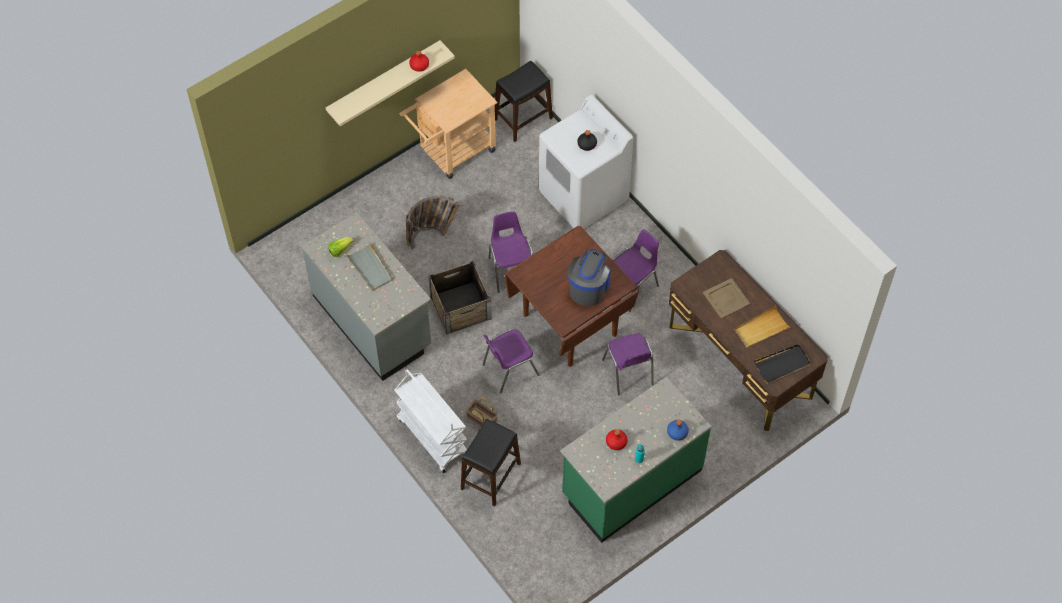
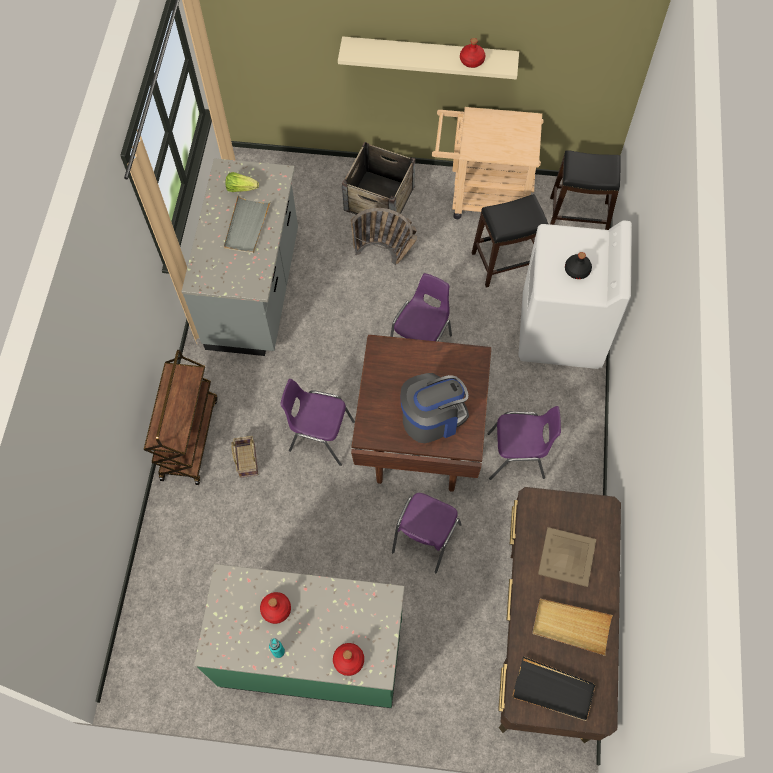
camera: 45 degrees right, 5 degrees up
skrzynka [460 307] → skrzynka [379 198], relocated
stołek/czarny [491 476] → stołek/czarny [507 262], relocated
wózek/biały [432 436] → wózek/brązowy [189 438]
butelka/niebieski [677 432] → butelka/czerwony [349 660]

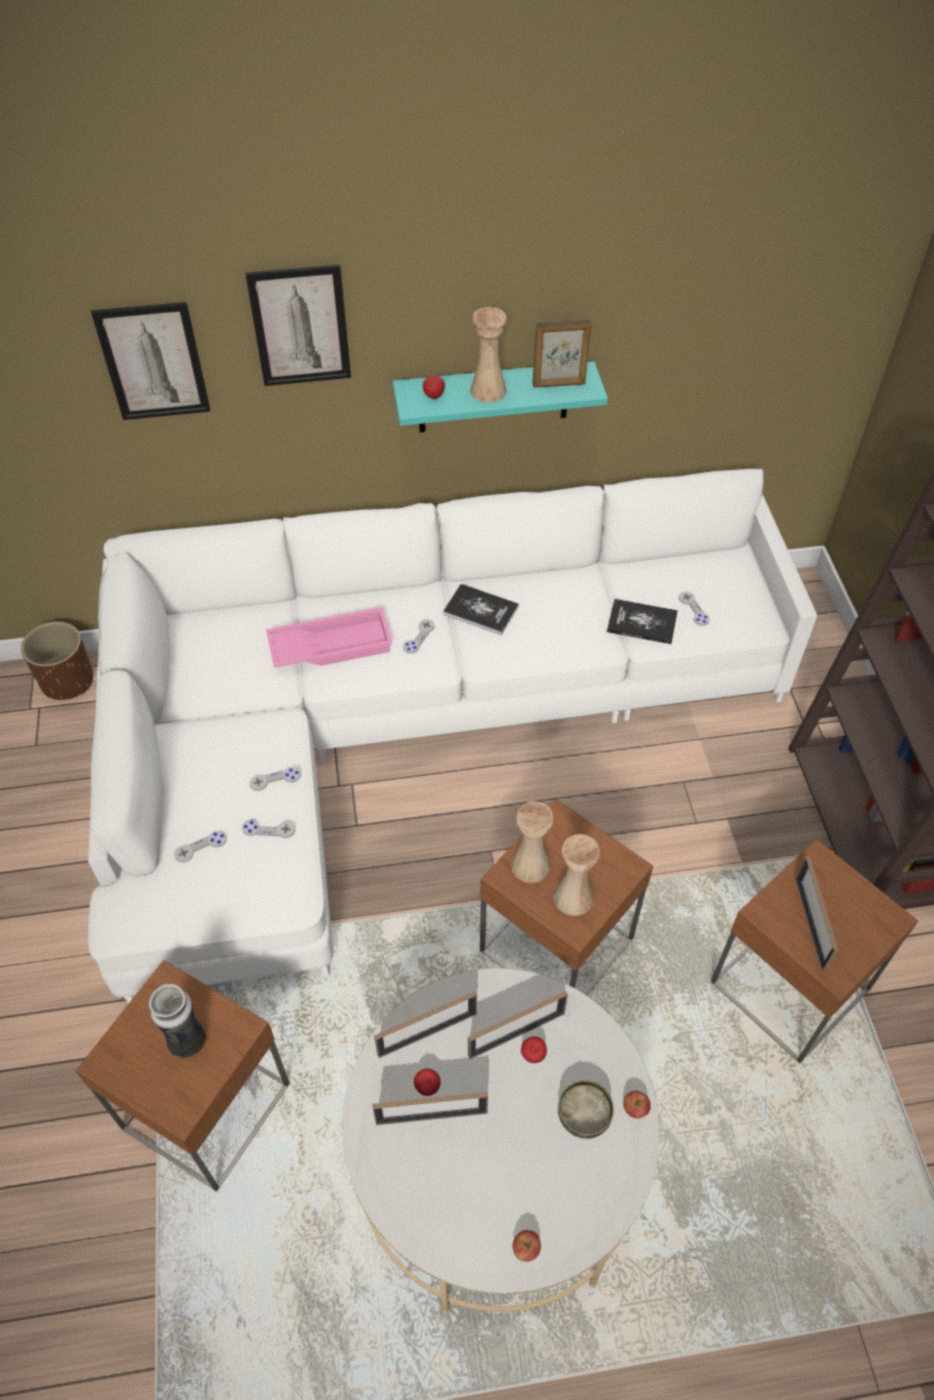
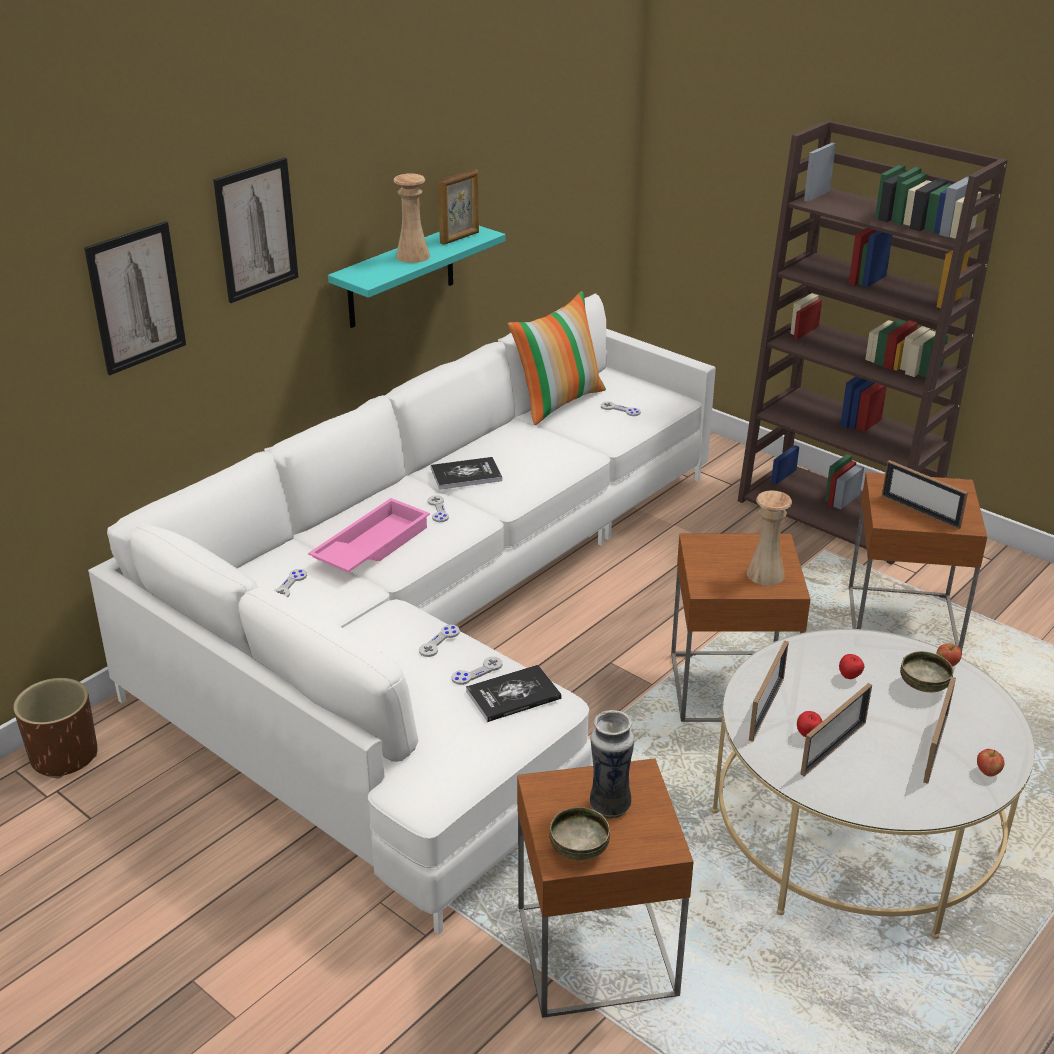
camera: 40 degrees left, 20 degrees down
jabłko [433 396] → -
wazon/beżowy [530 865] → -
- → poduszka [558 401]
- → miska [578 849]
pad do gier/szary [201 847] → pad do gier/szary [289 585], relocated
ramka na zdjęcie [516 1034] → ramka na zdjęcie [935 748], relocated
książka [642 623] → książka [513 695], relocated

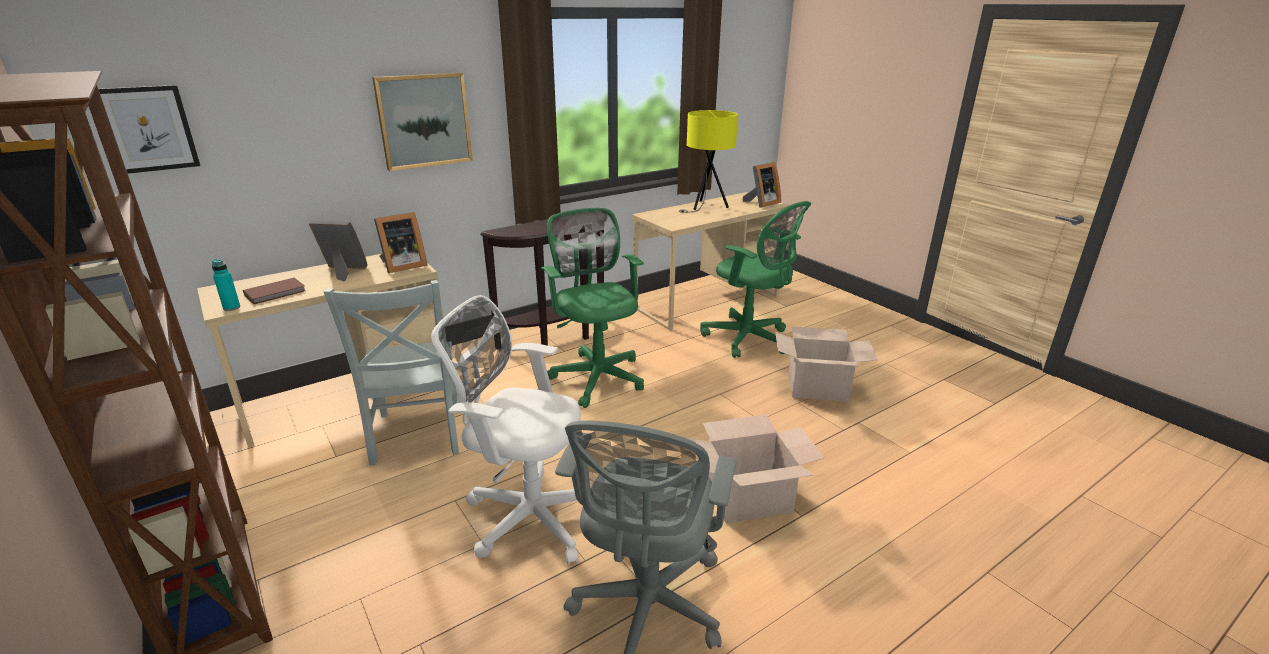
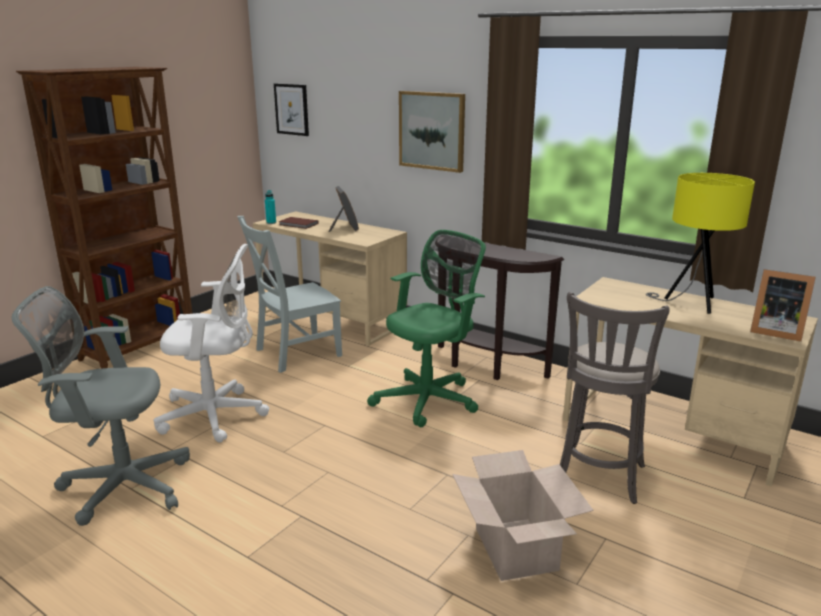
camera: 70 degrees right, 5 degrees down
ramka na zdjęcie [402 266] → -
karton [749 499] → -
krzesło biurowe/zielony [749 339] → stołek/szary [599 478]
krzesło biurowe/biały [527 515] → krzesło biurowe/biały [217 415], 90 degrees clockwise

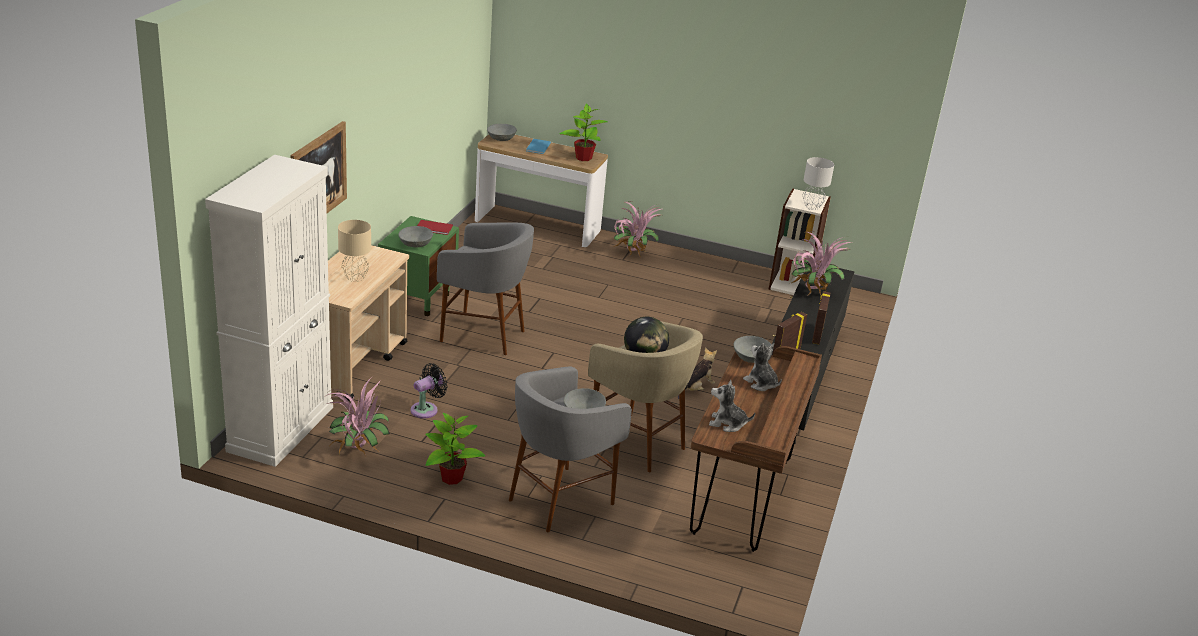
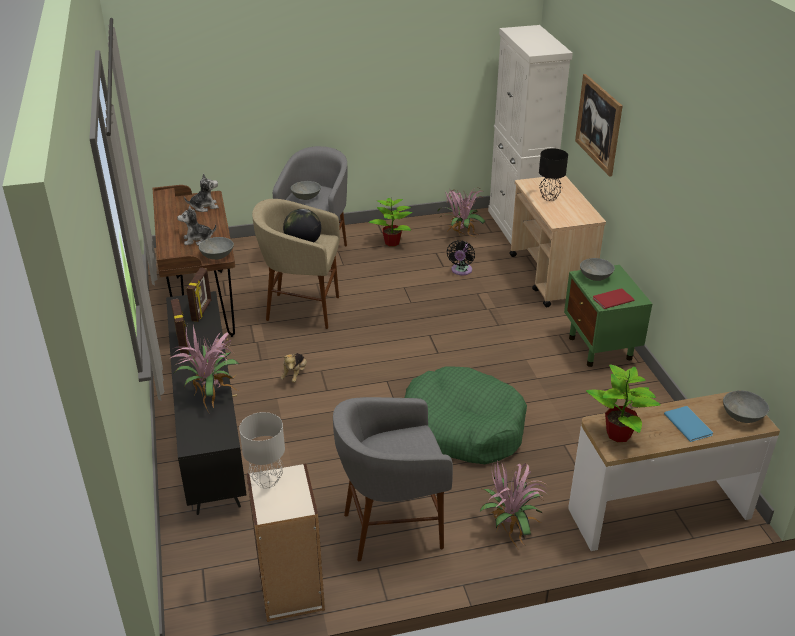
camera: 150 degrees right, 5 degrees up
- → legowisko/zielony [463 427]
stołek/szary [483 335] → stołek/szary [391 529], relocated
lampa stołowa/beżowy [355 277] → lampa stołowa/czarny [549 198]
pluszak [761 383] → pluszak [197 240], 150 degrees clockwise

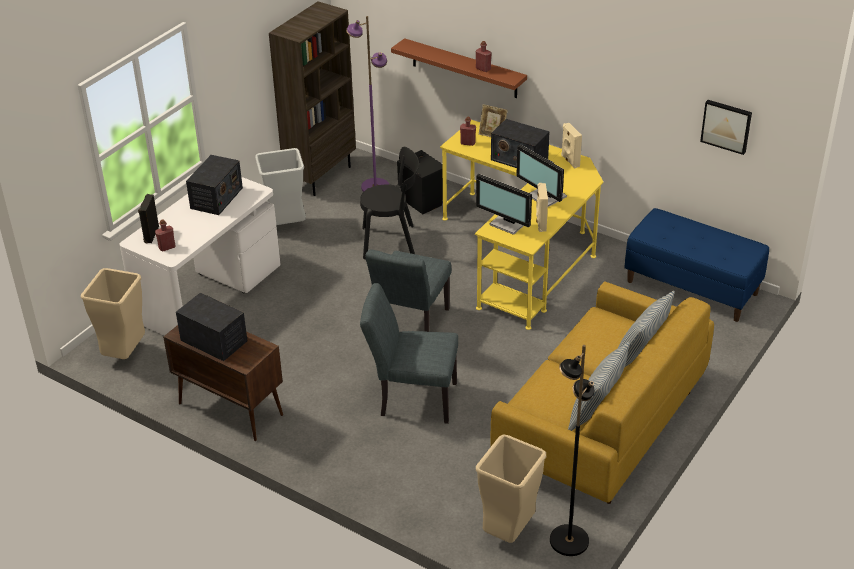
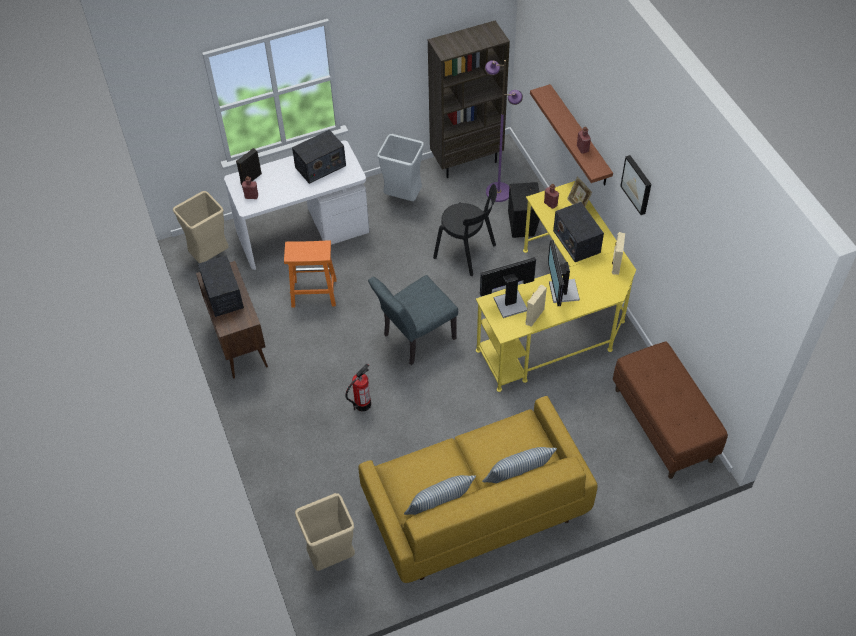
camera: 35 degrees right, 15 degrees up
lampa stojąca/czarny [568 540] → -
- → stołek/pomarańczowy [313 293]
obraz [726 126] → obraz [637 184], relocated
krzesło/szary [411 398] → gaśnica [362 404]
ławka/niebieski [692 287] → ławka/brązowy [663 425]
monitor [509 223] → monitor [509 303], 90 degrees clockwise

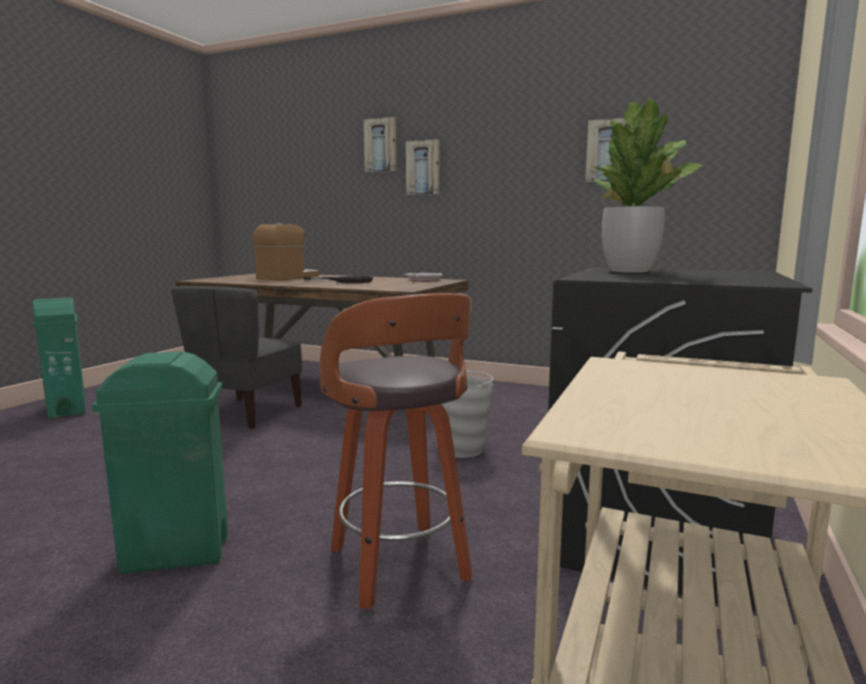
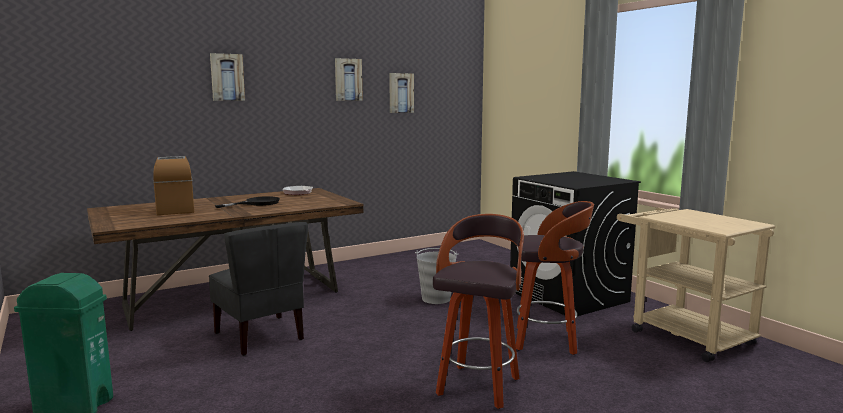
camera: 55 degrees left, 0 degrees up
roślina doniczkowa [630 271] → -
obraz [423 168] → obraz [348 79], relocated
kosz na śmieci/zielony [177 554] → stołek [479 385]

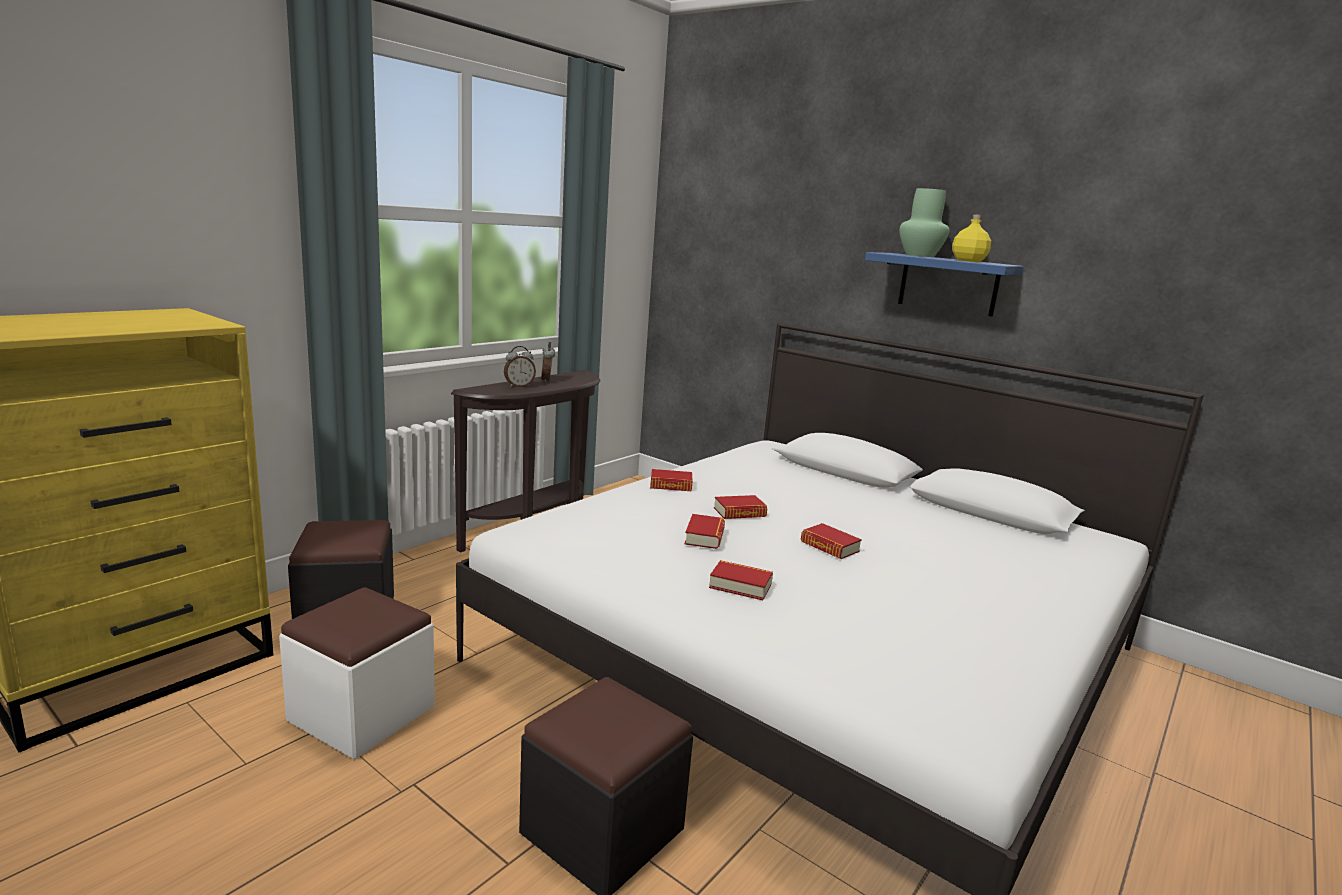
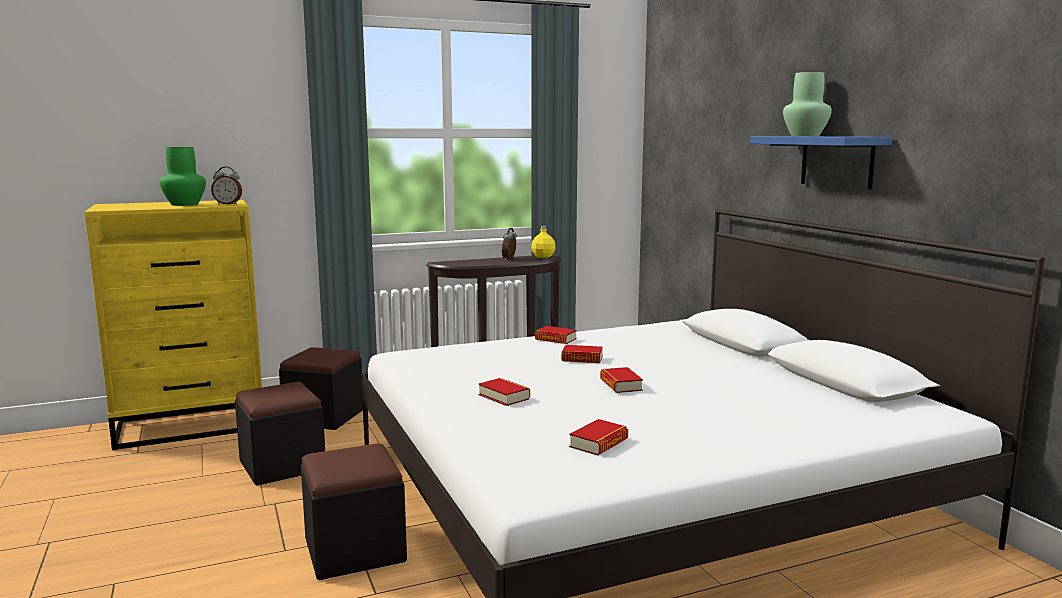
camera: 30 degrees right, 5 degrees down
- → wazon/zielony [185 204]
budzik [519 386] → budzik [228 204], relocated
książka [704 537] → książka [599 443], relocated
butelka/żółty [968 261] → butelka/żółty [543 256], relocated
pufa/biały [362 713] → pufa/czarny [282 465]

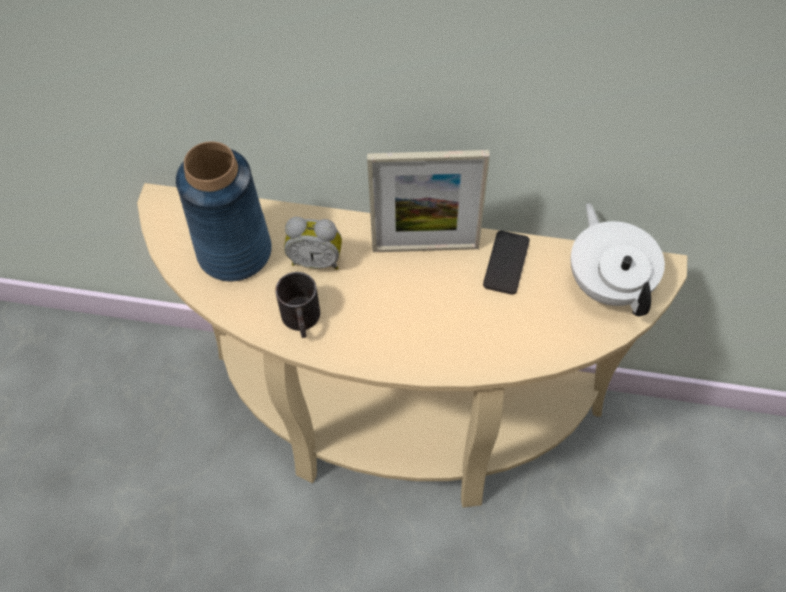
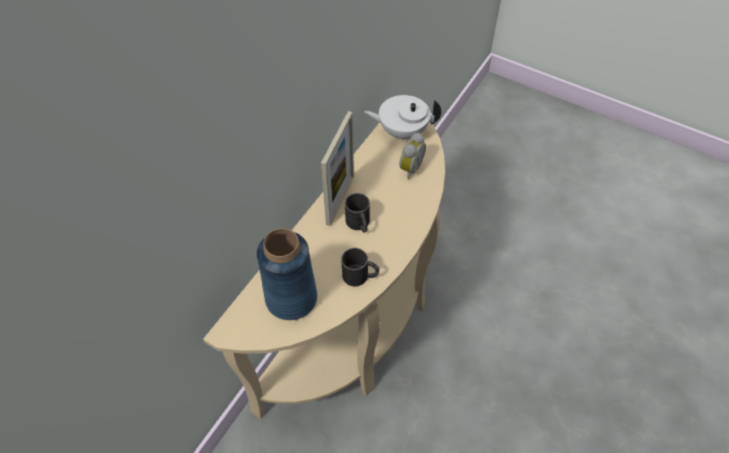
camera: 70 degrees left, 5 degrees down
telefon [506 263] → -
- → kubek/czarny [359 224]
budzik [316 259] → budzik [409 168], relocated

